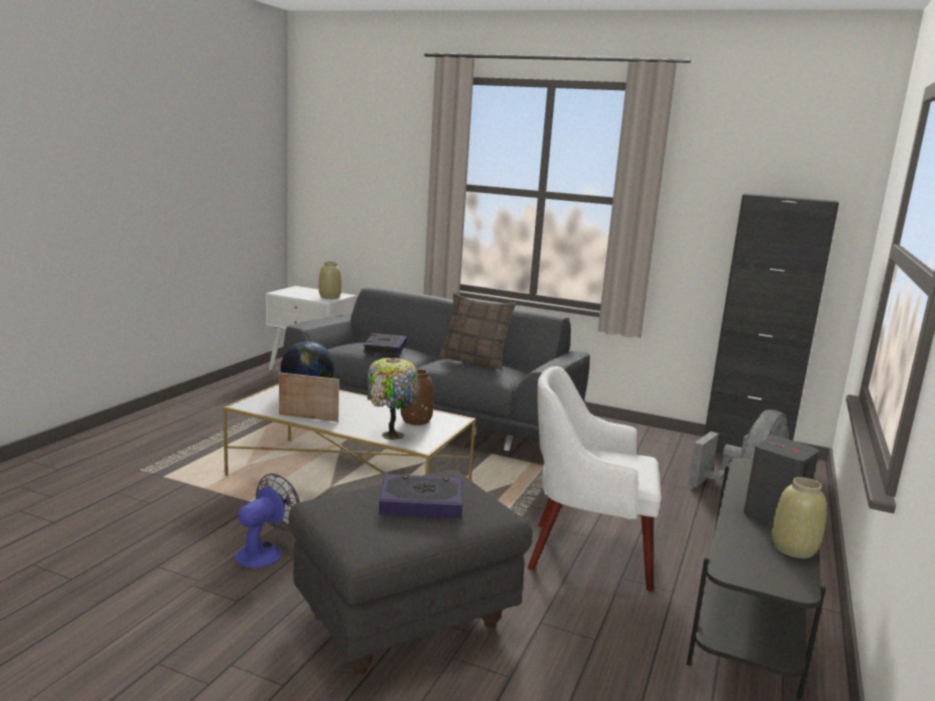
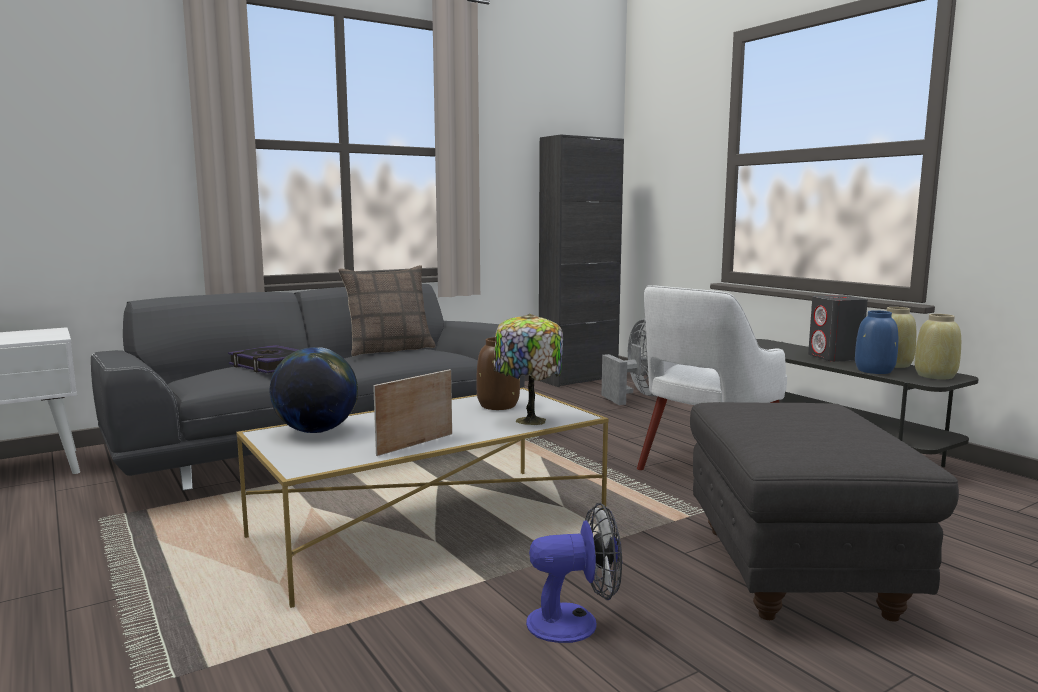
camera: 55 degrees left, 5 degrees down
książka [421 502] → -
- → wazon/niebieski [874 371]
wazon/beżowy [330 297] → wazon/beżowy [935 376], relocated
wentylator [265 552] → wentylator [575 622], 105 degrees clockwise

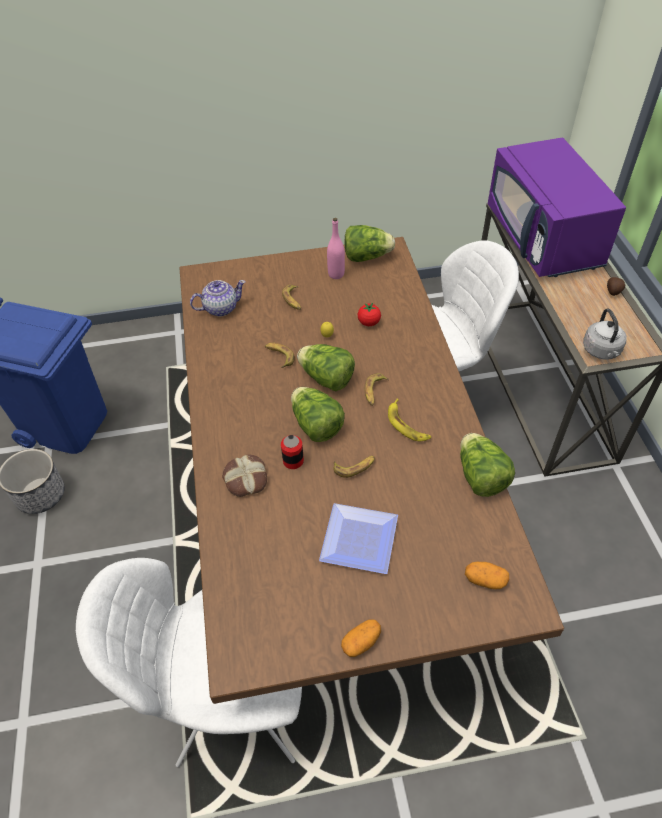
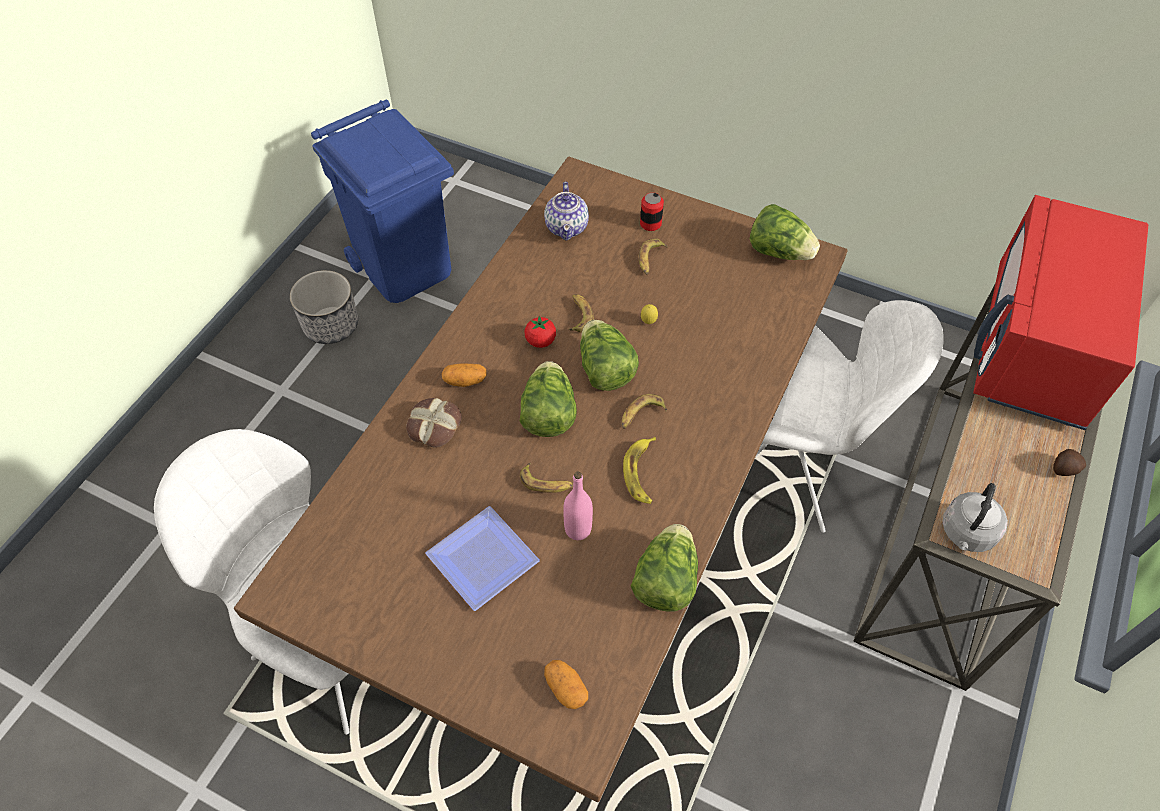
camera: 35 degrees right, 5 degrees up
puszka [293 461] → puszka [650 224], relocated
butelka/różowy [336 274] → butelka/różowy [578 529], relocated
ziemniak [361 642] → ziemniak [465 380], relocated
pomidor [369 322] → pomidor [540 341], relocated
mikrofalówka/fioletowy [543 239] → mikrofalówka/czerwony [1037 348]
imbryk [220 308] → imbryk [567 227], 75 degrees clockwise

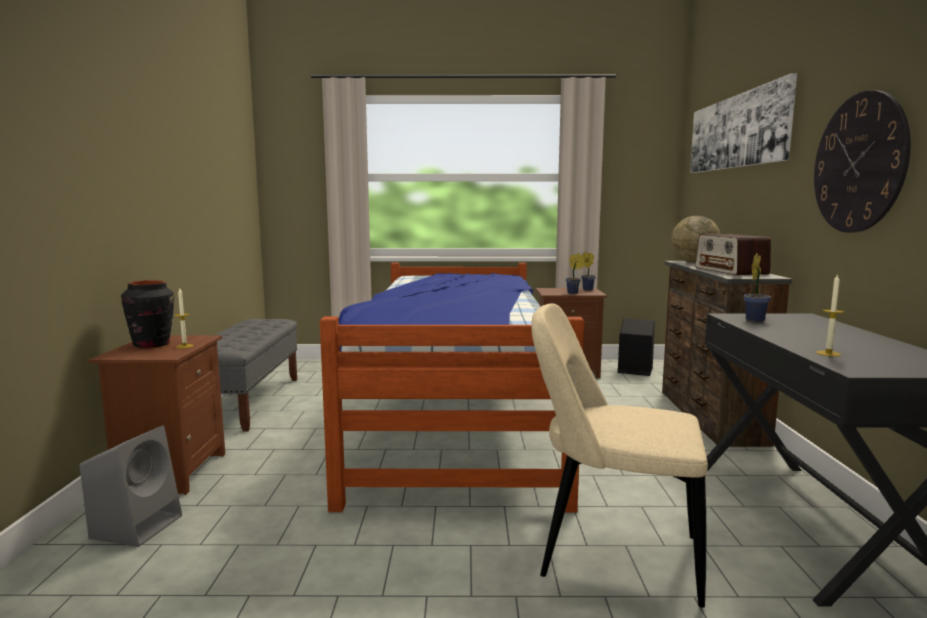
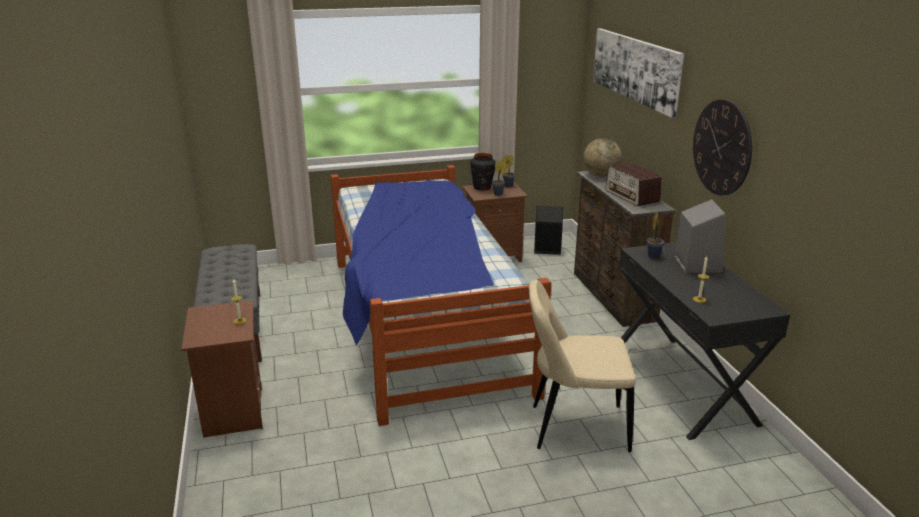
camera: 15 degrees left, 15 degrees up
głośnik/szary [138 525] → głośnik/szary [696 264], relocated
wazon/czarny [152 344] → wazon/czarny [482 188], relocated

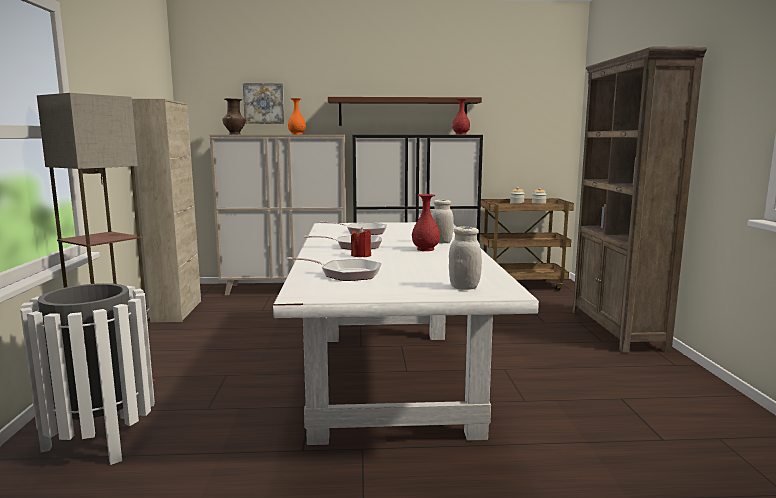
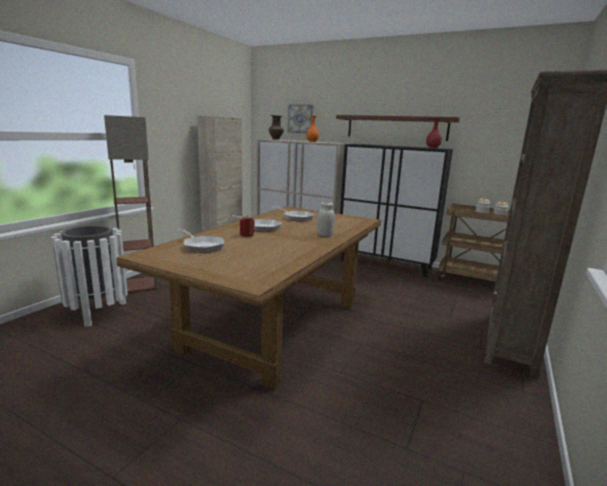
camera: 30 degrees right, 5 degrees up
wazon/czerwony [426 249] → -
słoik/biały [464 287] → -
stół jadalny/biały [389 378] → stół jadalny/brązowy [275 325]

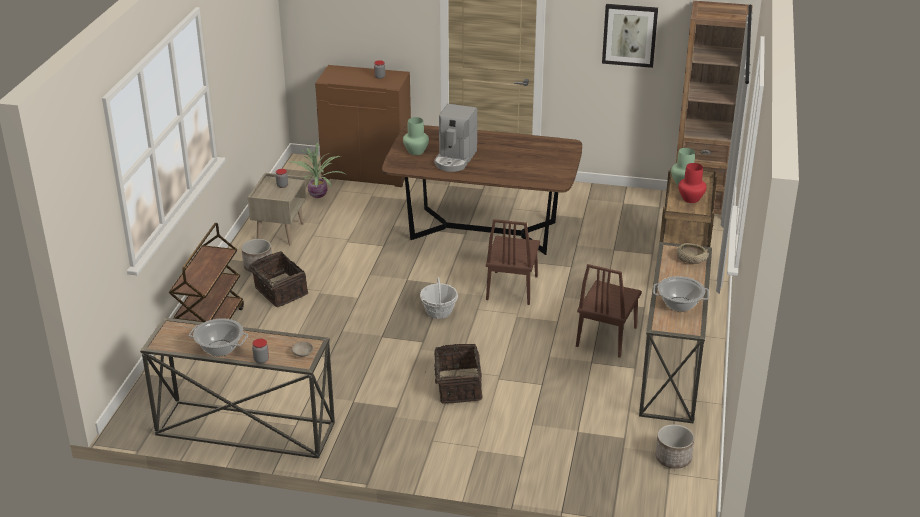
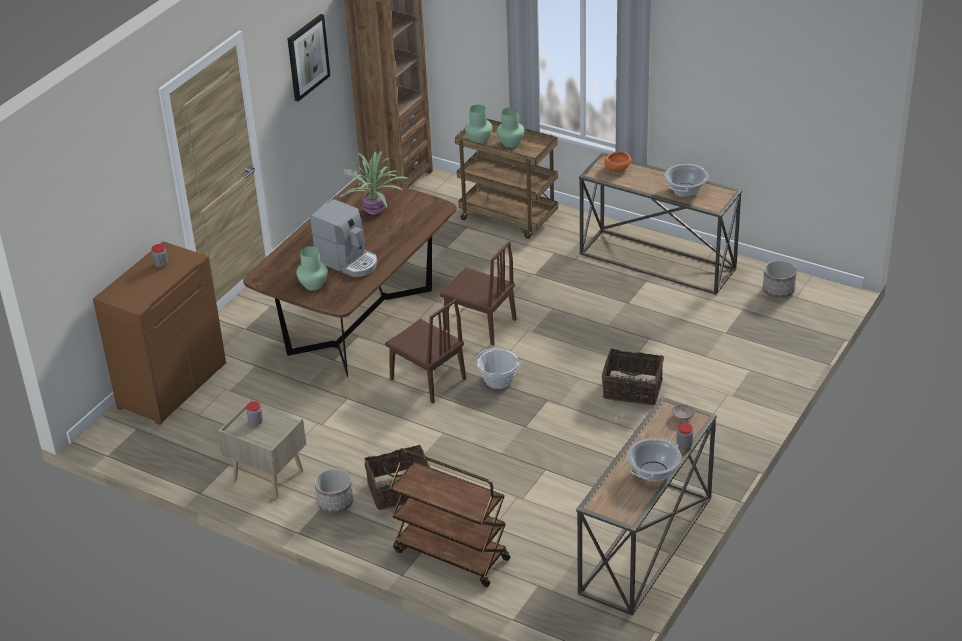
camera: 70 degrees left, 5 degrees up
roślina doniczkowa [316 195] → roślina doniczkowa [374 211], relocated
krzesło/brązowy [606 336] → krzesło/brązowy [427 379], relocated
miska/beżowy [691 259] → miska/pomarańczowy [617 167]
wazon/czerwony [691 199] → wazon/zielony [511 143]

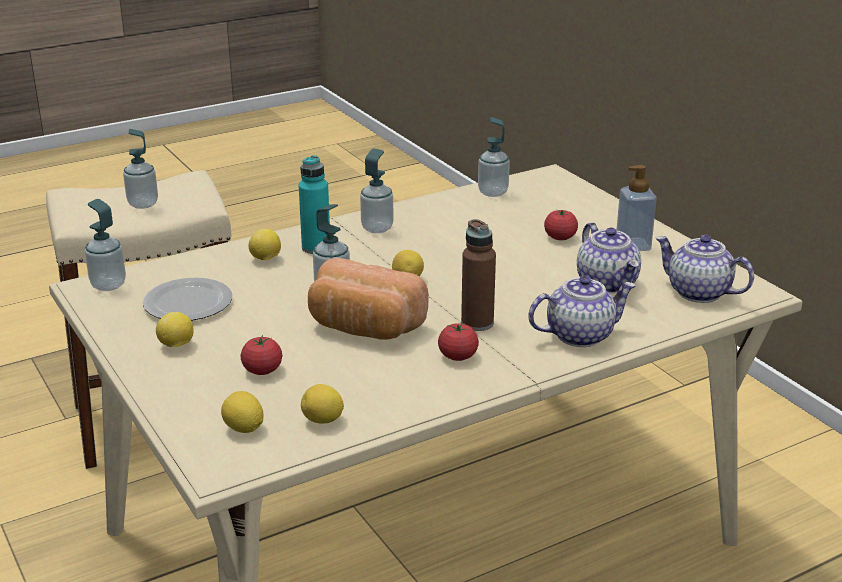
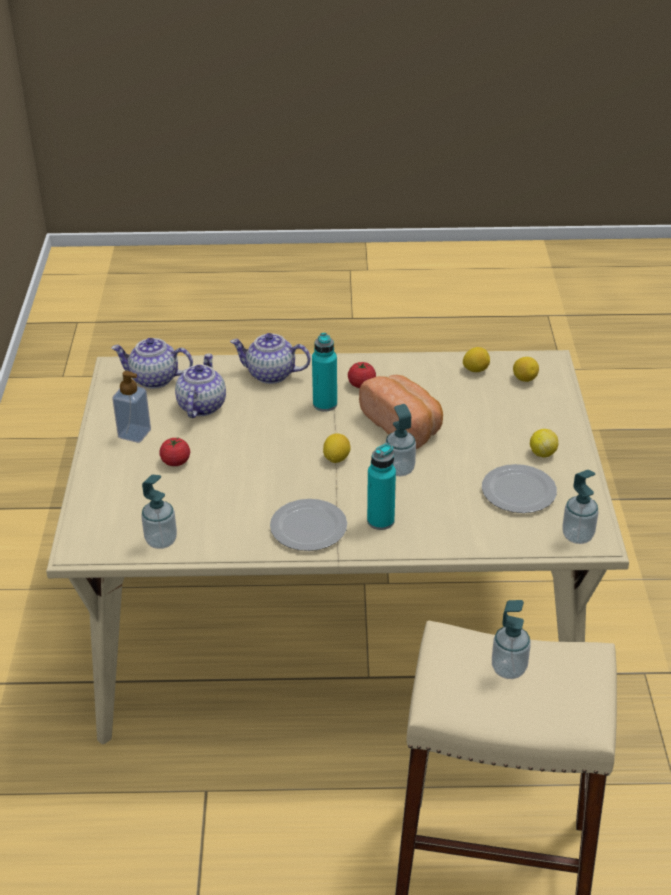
camera: 150 degrees left, 10 degrees up
pomidor [262 370] → -
cytryna [266 259] → -
dozownik mydła [377 228] → talerz [310 528]
butelka/brązowy [477 323] → butelka/turkusowy [325 404]
imbryk [697 292] → imbryk [154 379], 120 degrees clockwise

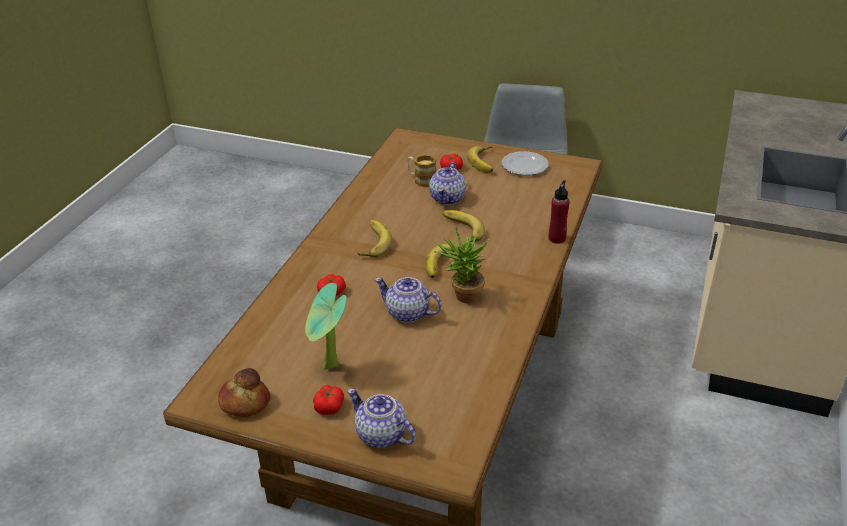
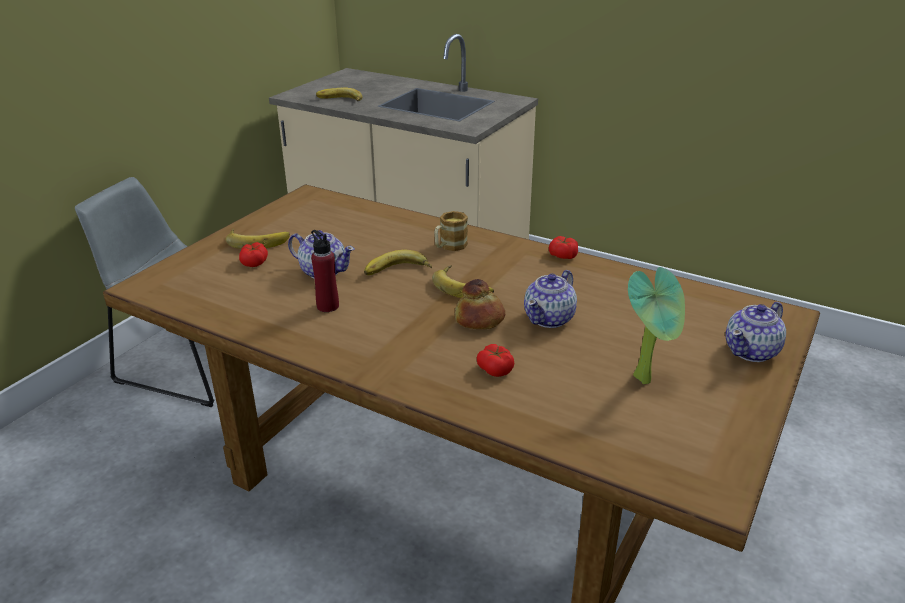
camera: 80 degrees left, 5 degrees down
roślina doniczkowa [462 296] → -
talerz [525 166] → -
chleb [245 402] → chleb [479 319], relocated
pomidor [329 406] → pomidor [563 255], relocated
banan [371 242] → banan [339 100], relocated
kubek [421 180] → kubek [449 246], relocated
butelka/czerwony [557 238] → butelka/czerwony [327 306], relocated

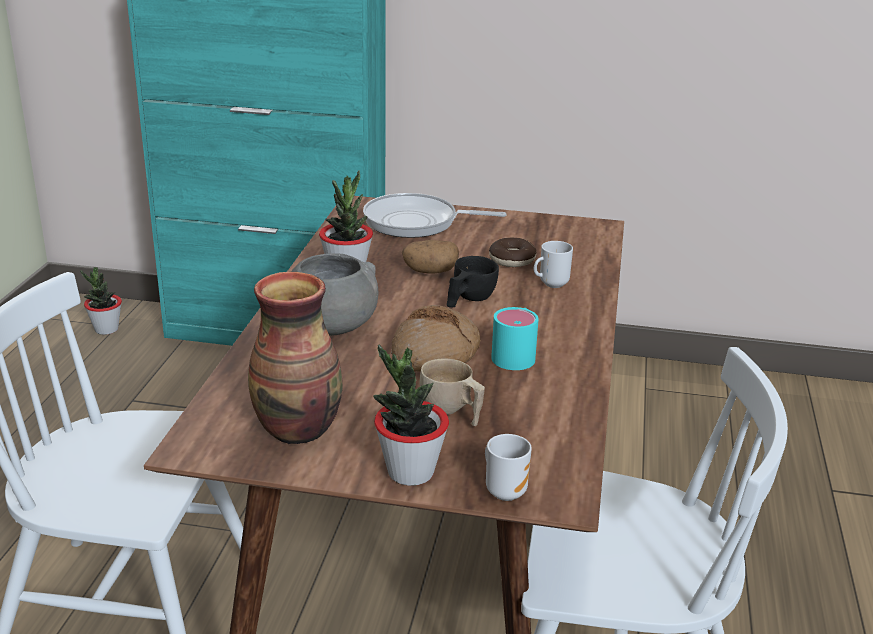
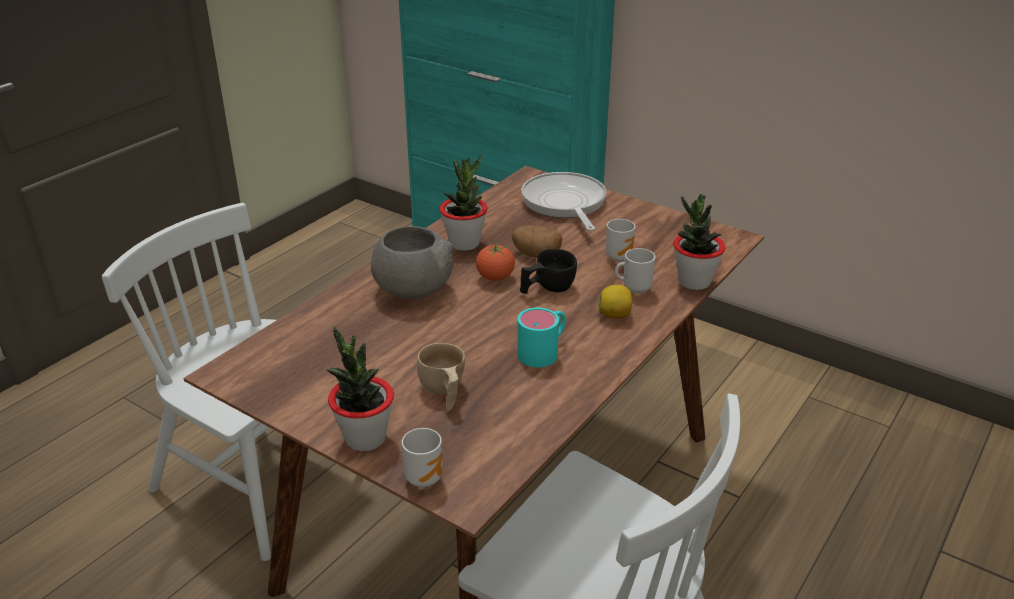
camera: 25 degrees right, 5 degrees up
wazon [300 429] → -
chleb [435 354] → -
- → pomidor [495 278]
- → cytryna [615 315]
roślina doniczkowa [106 329] → roślina doniczkowa [694 282], relocated
donut [512 260] → kubek [619 257]
patelnia [416 222] → patelnia [564 204], 45 degrees clockwise

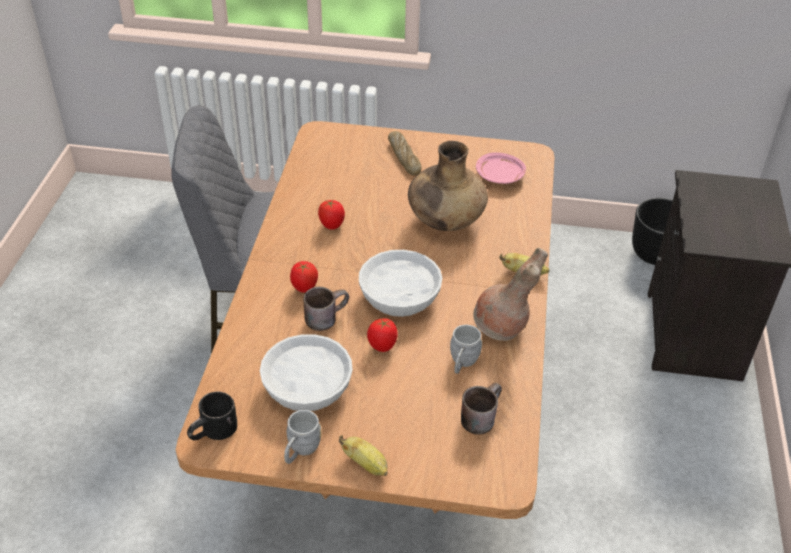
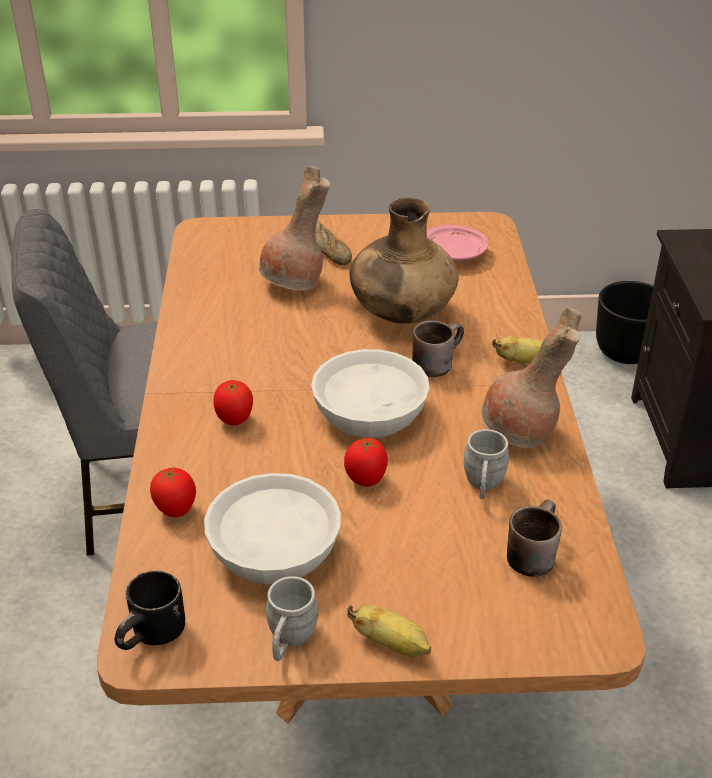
camera: 10 degrees left, 5 degrees down
- → wazon/brązowy [294 284]
kubek/brązowy [325 316] → kubek/brązowy [435 361], relocated
pomidor [332 226] → pomidor [176 510], relocated

